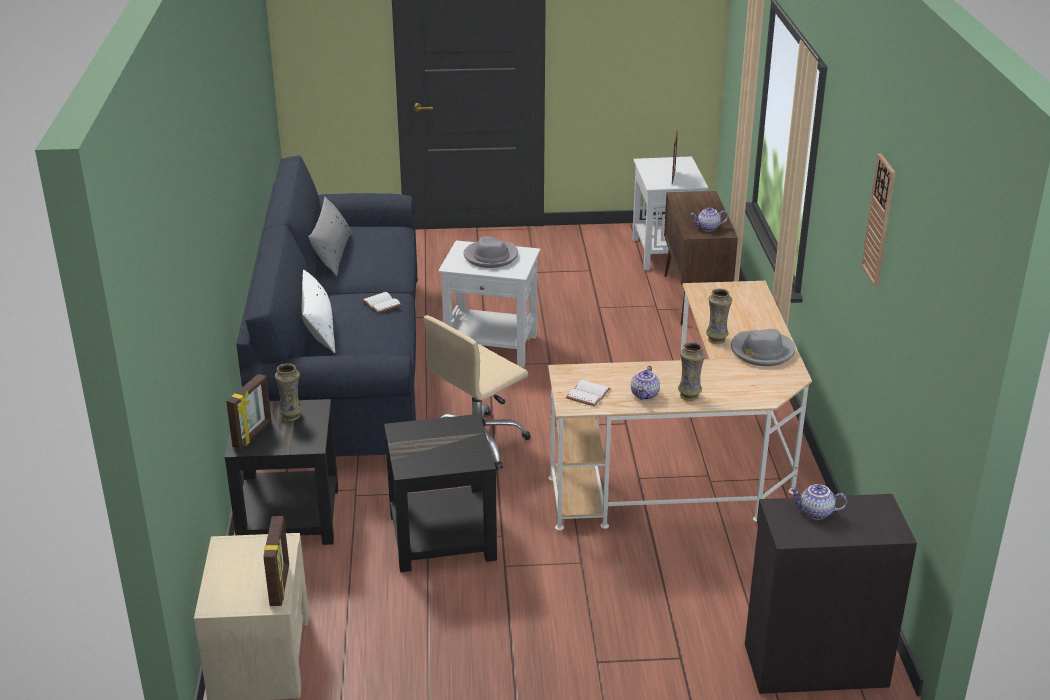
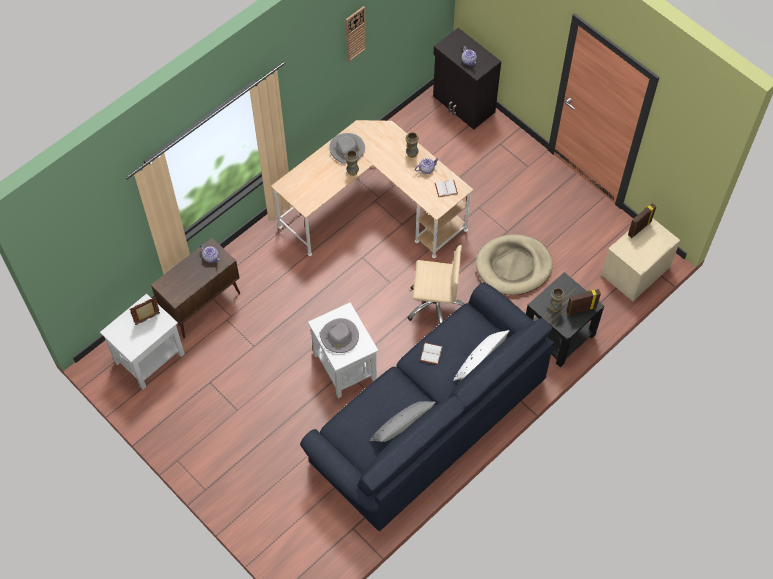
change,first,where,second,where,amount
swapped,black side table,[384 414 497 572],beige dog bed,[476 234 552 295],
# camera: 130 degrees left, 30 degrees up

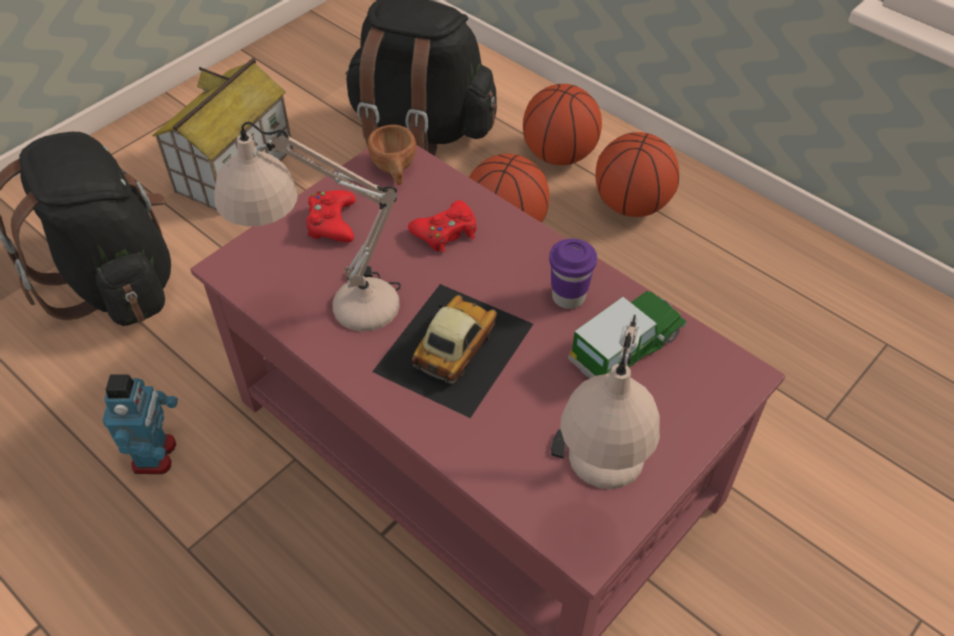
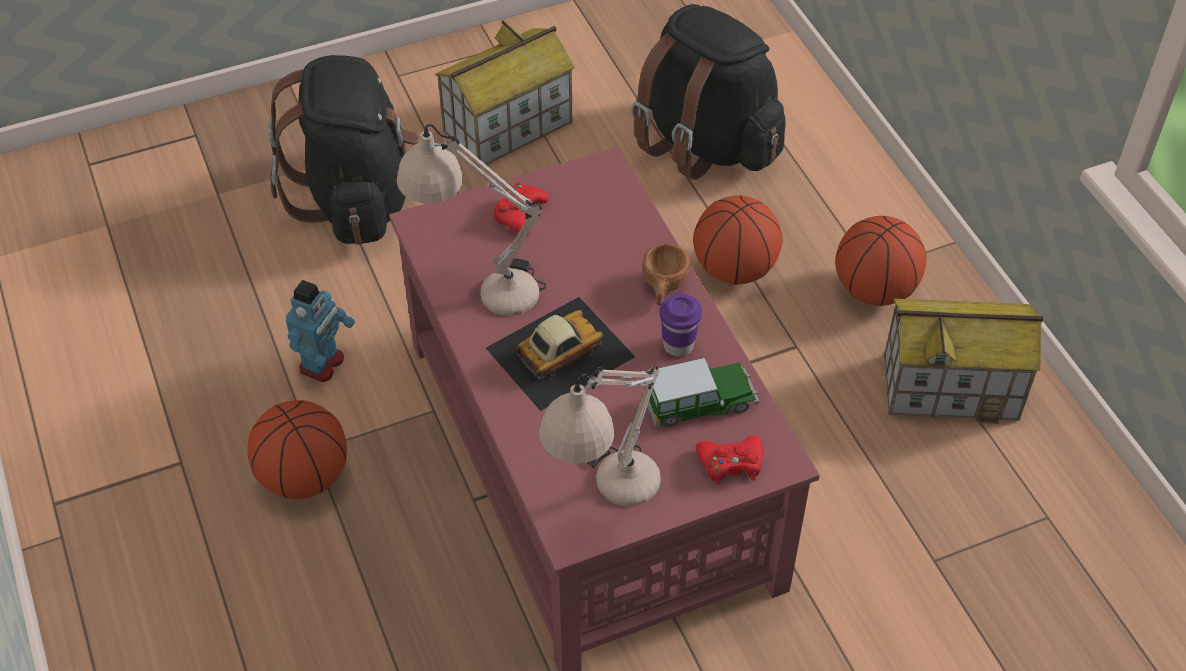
change,first,where,second,where,amount
new,,,toy house,[884 299 1043 424],
shifted,brown cup,[368 125 416 185],,[642 244 690 305],
shifted,red game controller,[408 200 476 253],,[696 436 763 485],
shifted,basketball,[523 84 602 165],,[247 400 347 499],
# camera: 25 degrees right, 0 degrees up

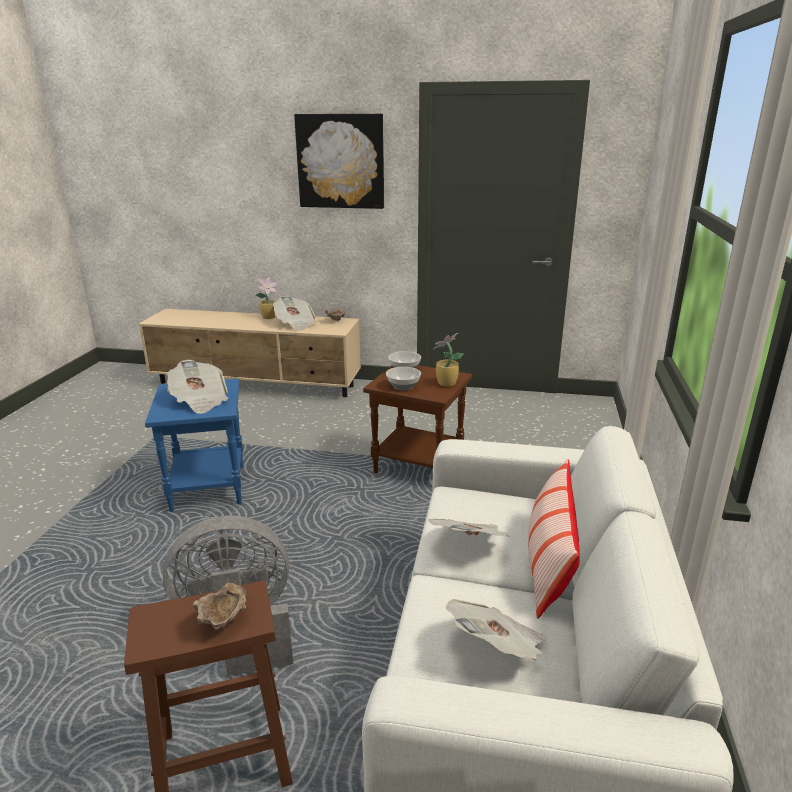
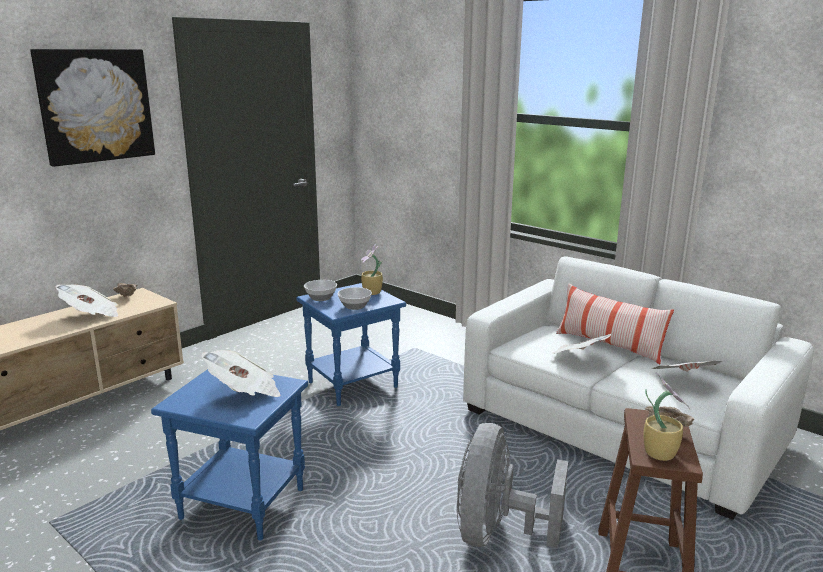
change,first,where,second,where,amount
shifted,potted plant,[256 277 277 319],,[643 372 690 461],
repainted,brown side table,[363 365 472 474],blue side table,[296 283 406 406],
# camera: 60 degrees left, 5 degrees down

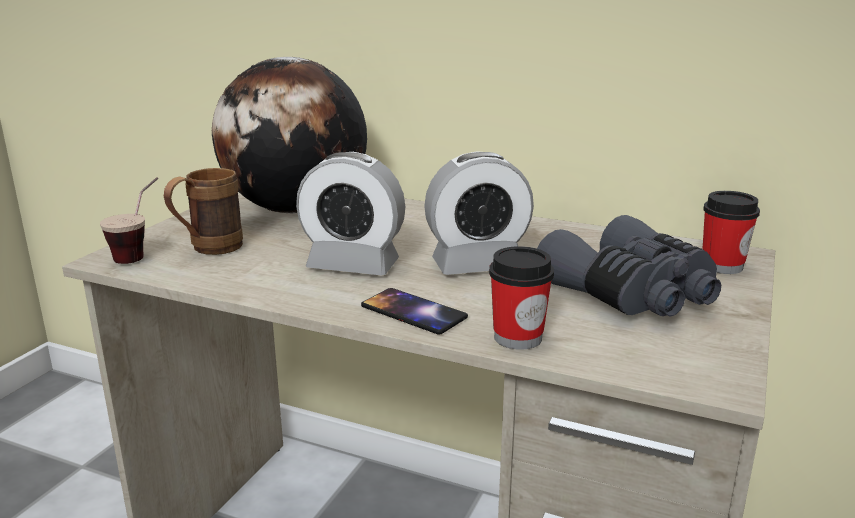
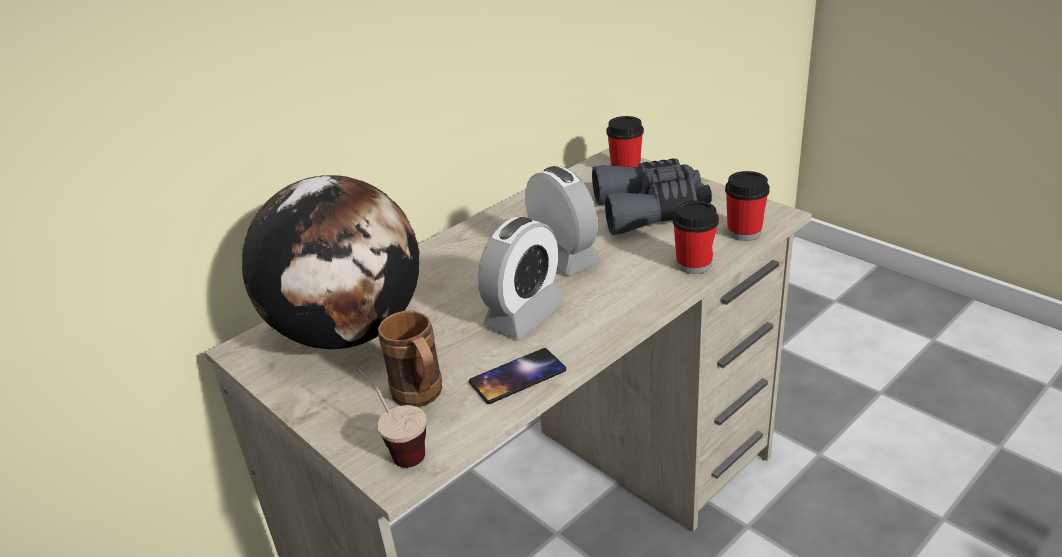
change,first,where,second,where,amount
new,,,cup,[725 171 770 241],
shifted,phone,[361 288 468 334],,[469 348 566 404],
rotated,alarm clock,[424 151 534 275],,[525 166 600 275],45 degrees counterclockwise
# camera: 65 degrees left, 10 degrees up

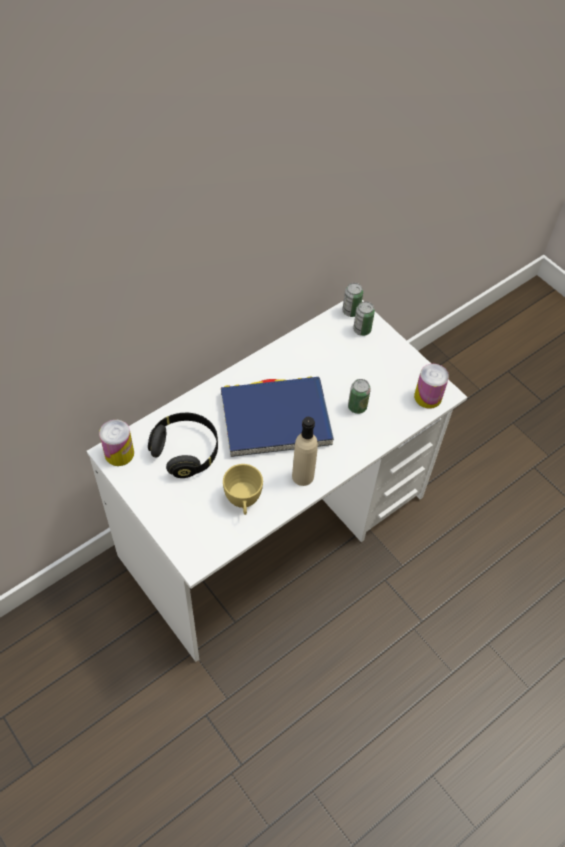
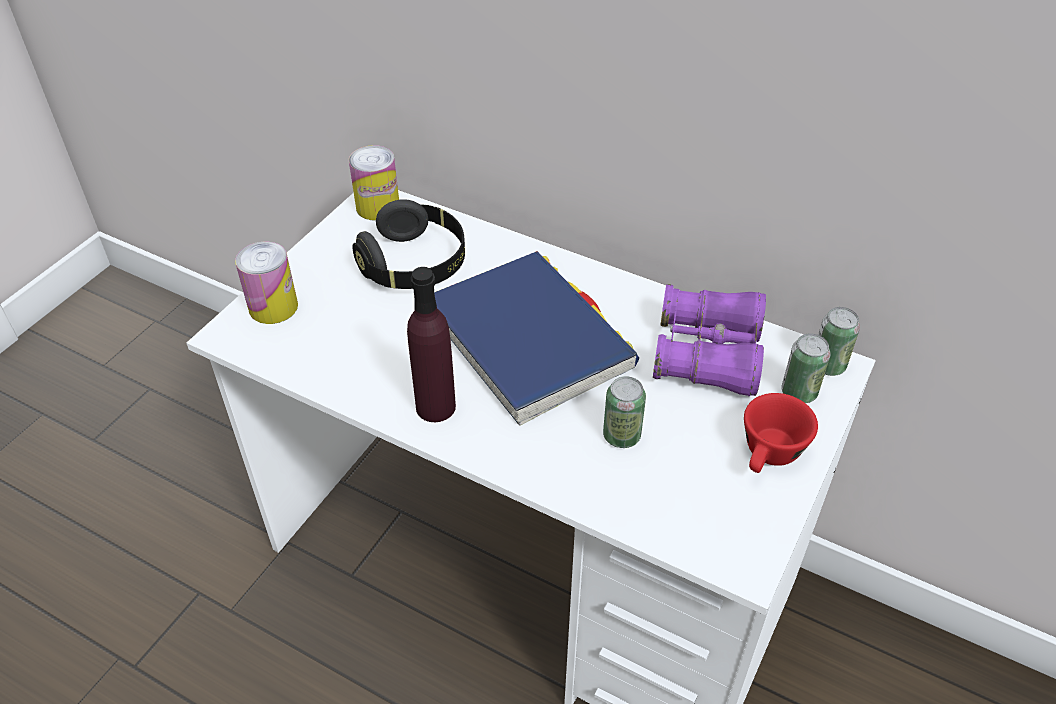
change,first,where,second,where,amount
gone,yellow cup,[223 464 263 515],,,
new,,,purple binoculars,[653 284 766 396],
new,,,red cup,[744 393 818 473],
shifted,can,[414 364 449 409],,[235 242 298 324],
repainted,beige bottle,[292 417 318 486],purple bottle,[407 267 456 422],
# camera: 70 degrees right, 10 degrees down

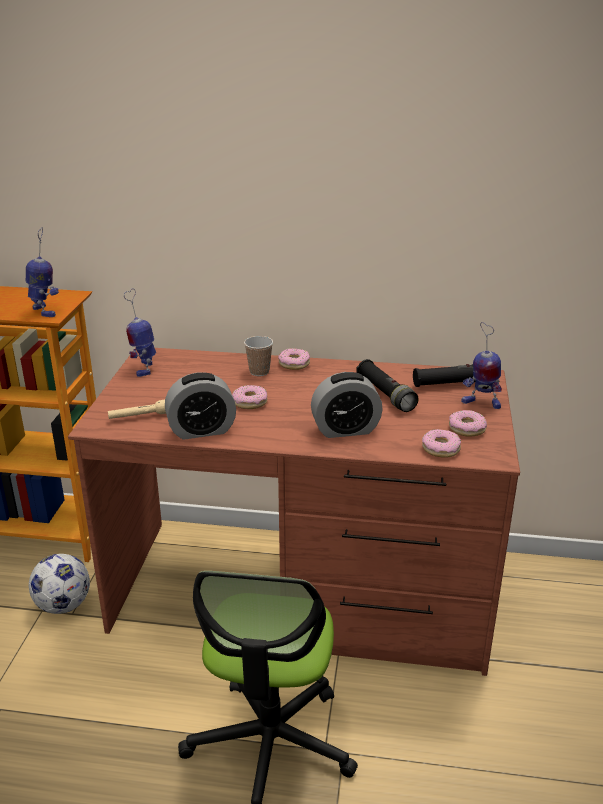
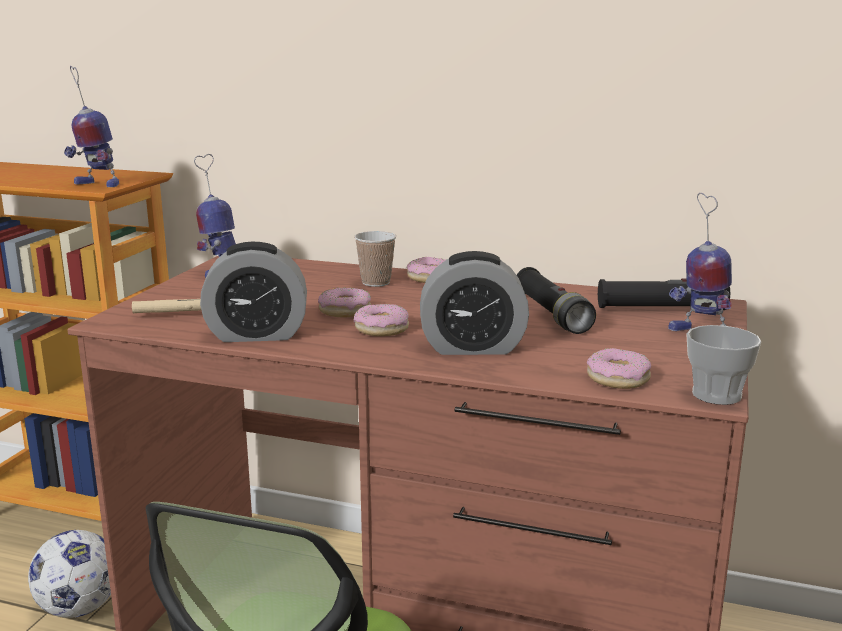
change,first,where,second,where,amount
new,,,cup,[686 325 761 405],
shifted,donut,[449 410 487 437],,[354 304 409 336],
rotated,toy robot,[26 227 59 317],,[64 66 119 187],135 degrees clockwise
# camera: 10 degrees right, 10 degrees down

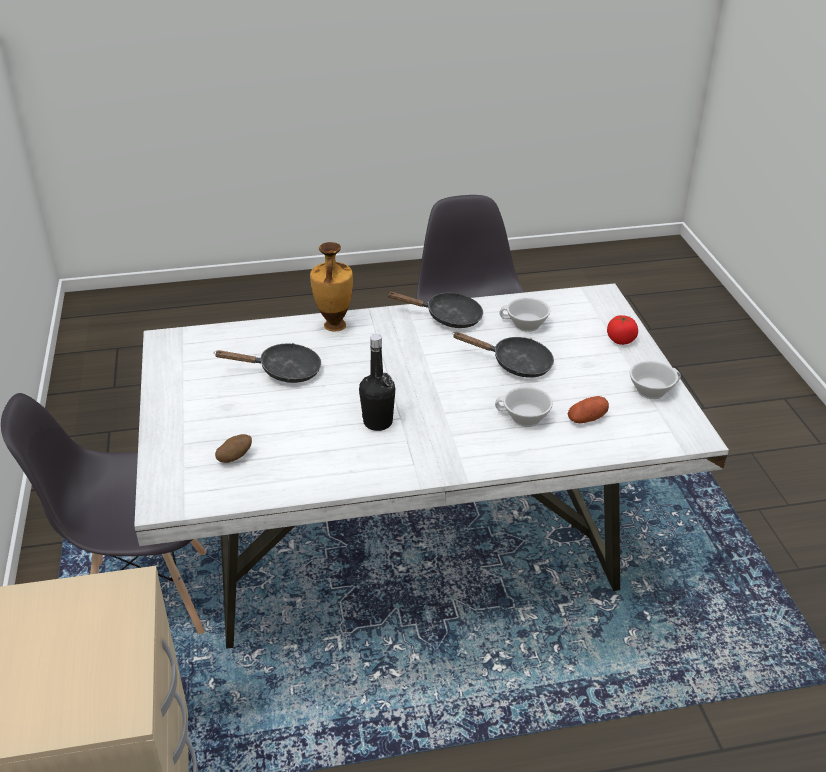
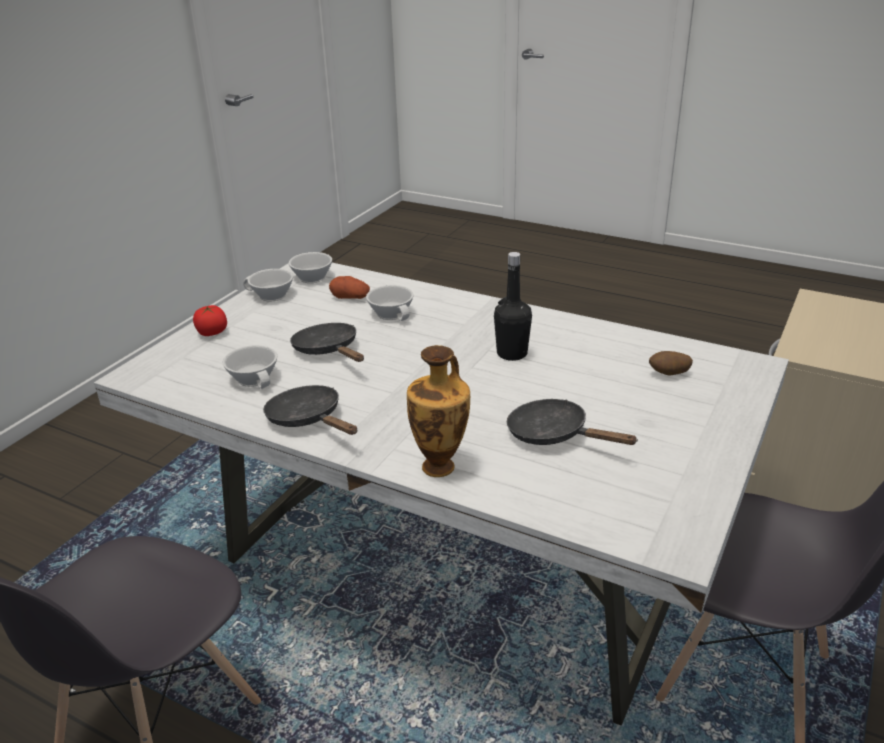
change,first,where,second,where,amount
new,,,white cup,[289 252 332 283],
# camera: 140 degrees left, 5 degrees down

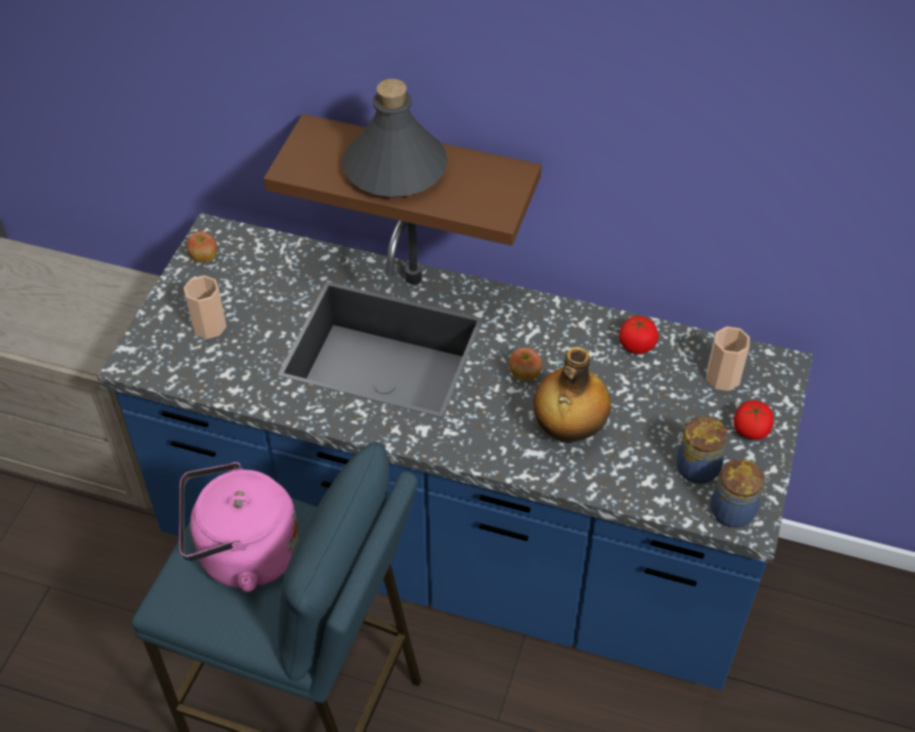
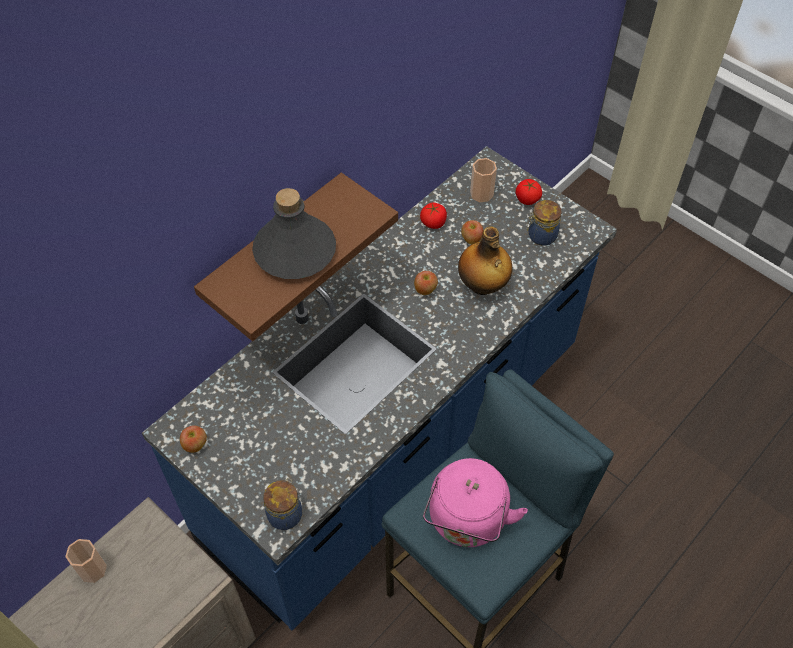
change,first,where,second,where,amount
new,,,apple,[461 220 484 245],
shifted,cup,[184 275 227 339],,[65 539 107 583],
shifted,jar,[711 459 770 528],,[264 478 302 530],
# camera: 65 degrees left, 5 degrees up

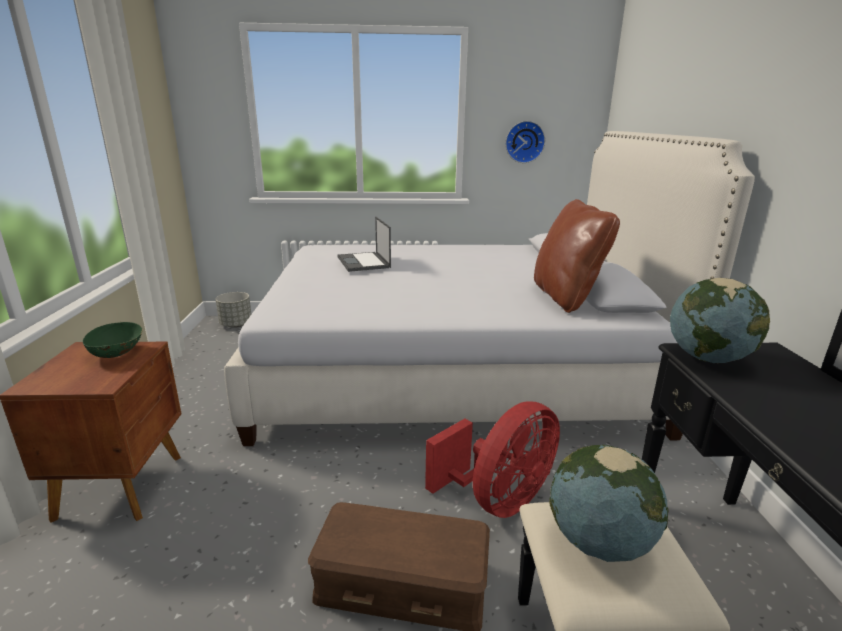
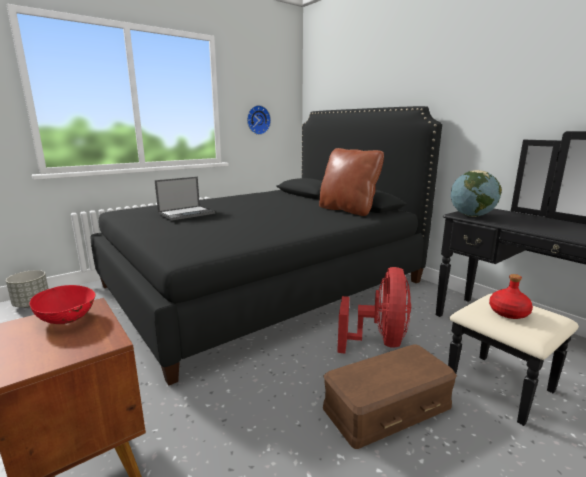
change,first,where,second,where,amount
swapped,globe,[549 445 669 562],red bottle,[489 274 533 319],
repainted,green bowl,[83 322 143 358],red bowl,[29 285 96 324],
repainted,white bed,[224 131 755 446],black bed,[91 106 442 386],
rotated,laptop,[338 217 391 272],,[155 177 215 220],75 degrees counterclockwise
# camera: 35 degrees left, 5 degrees down

